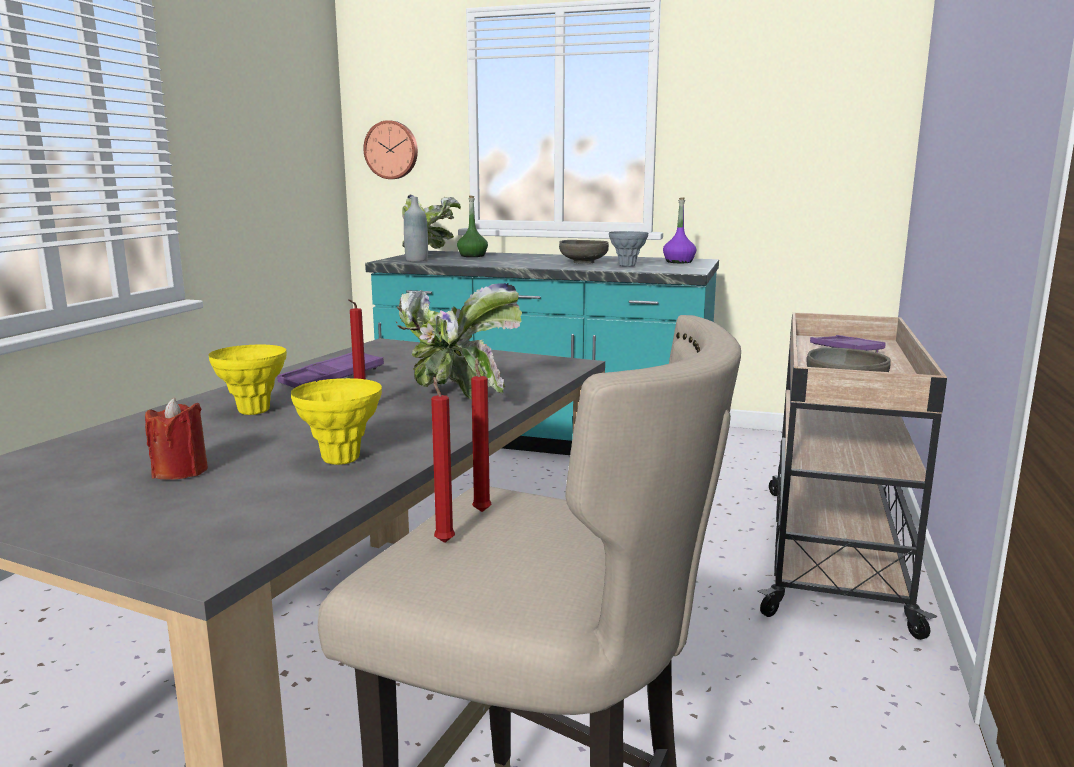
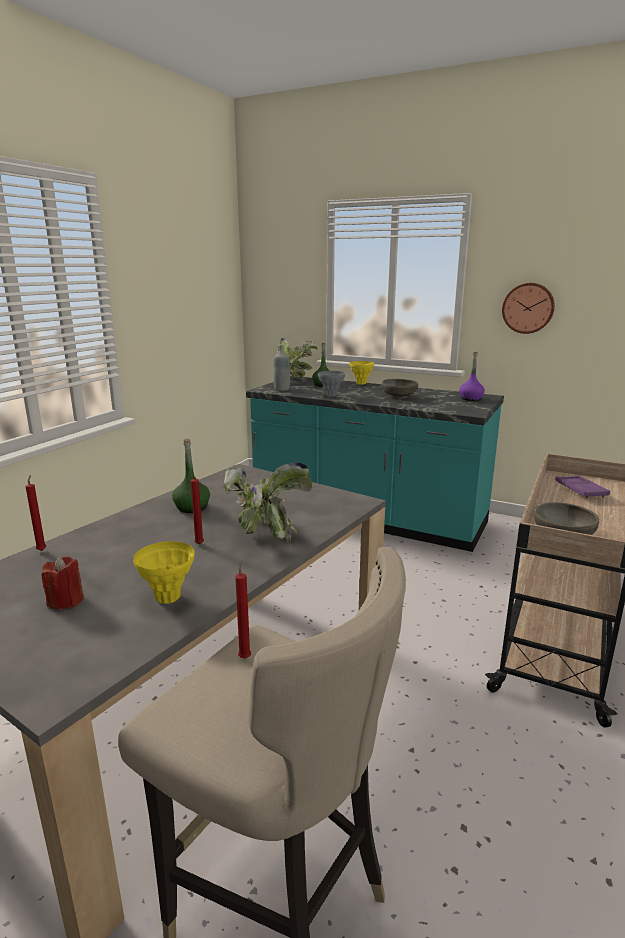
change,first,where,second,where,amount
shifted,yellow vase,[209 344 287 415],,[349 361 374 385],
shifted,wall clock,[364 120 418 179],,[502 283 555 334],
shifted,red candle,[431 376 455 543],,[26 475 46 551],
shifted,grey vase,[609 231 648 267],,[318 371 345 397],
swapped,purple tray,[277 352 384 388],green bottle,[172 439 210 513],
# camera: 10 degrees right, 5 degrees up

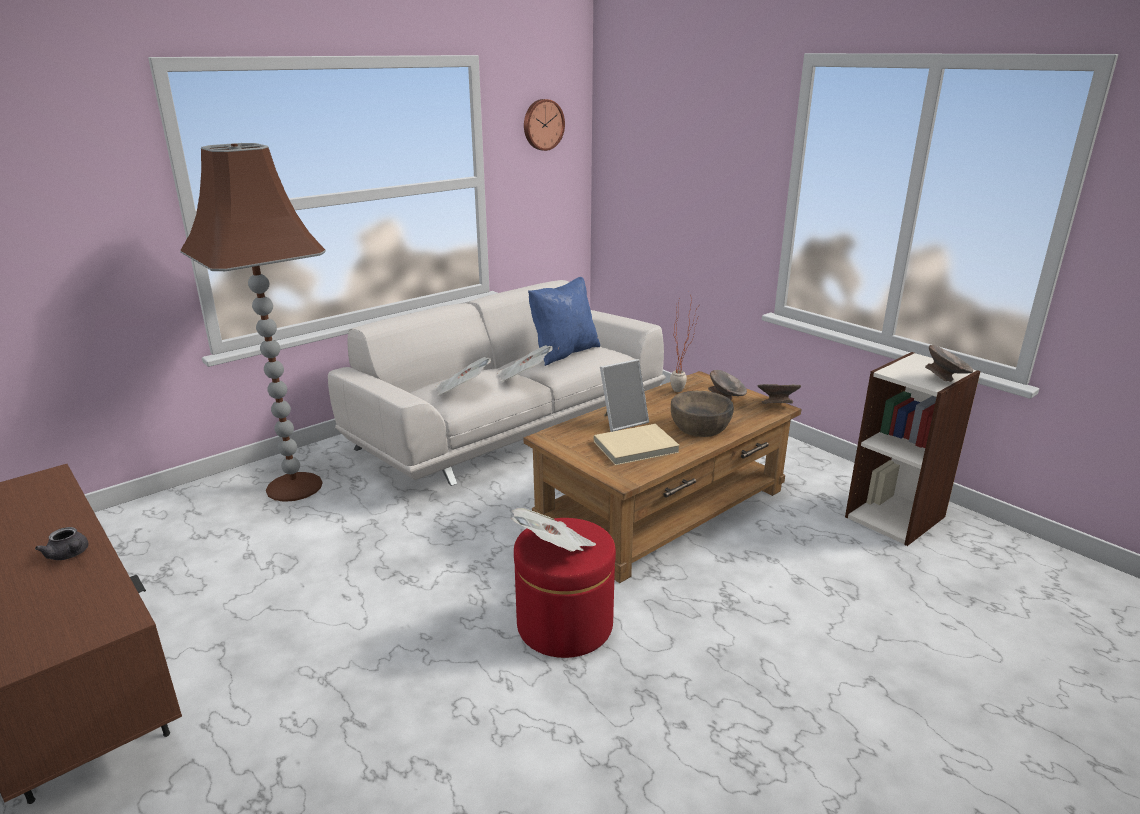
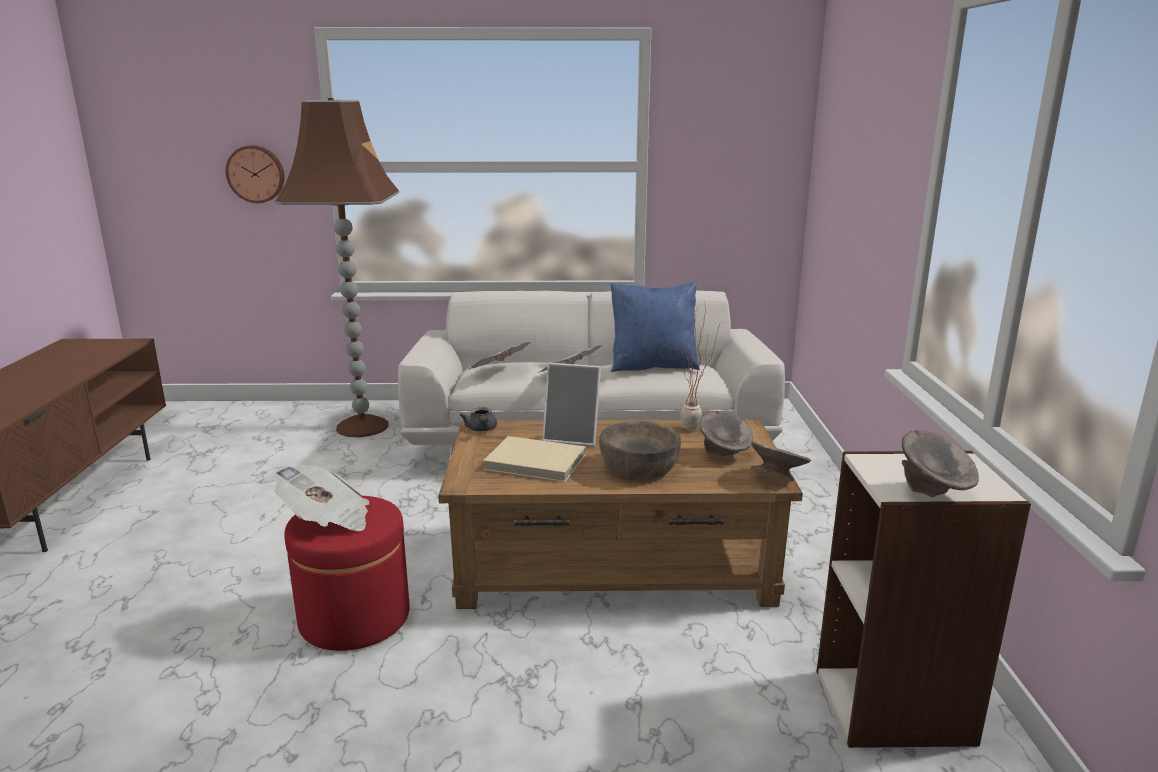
change,first,where,second,where,amount
shifted,grey teapot,[35 527 89 560],,[460 407 497 431],
shifted,wall clock,[524 99 565 151],,[225 145 284 203],
# camera: 40 degrees right, 5 degrees down

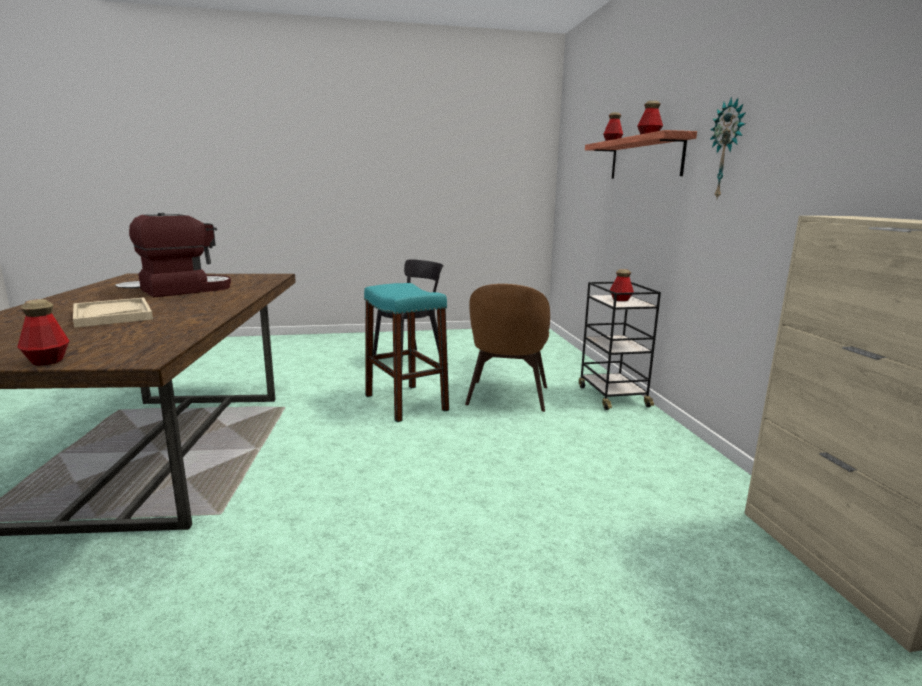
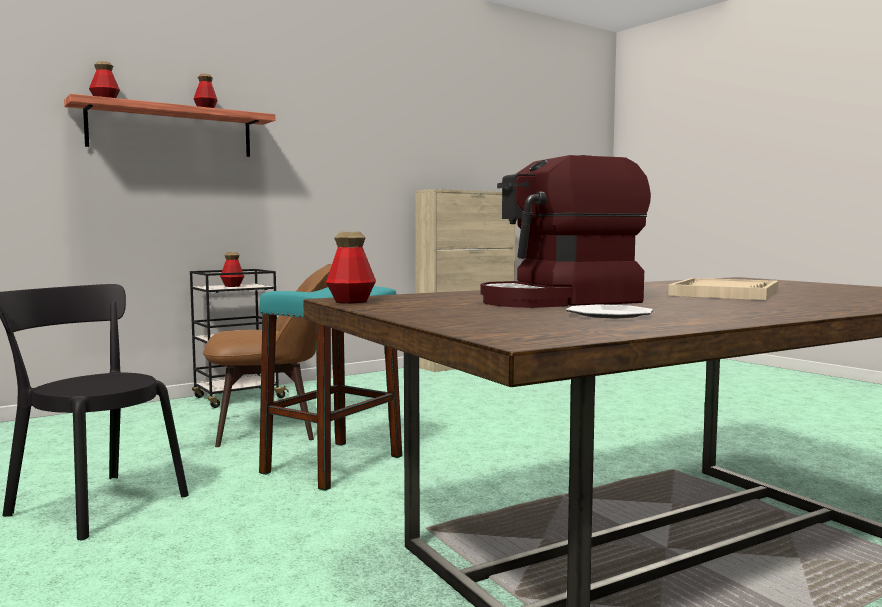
change,first,where,second,where,amount
gone,wall clock,[710 97 746 198],,,
shifted,bottle,[17 299 69 366],,[326 232 376 304],
rotated,coffee machine,[129 213 231 297],,[480 155 651 308],45 degrees counterclockwise
# camera: 115 degrees left, 10 degrees down

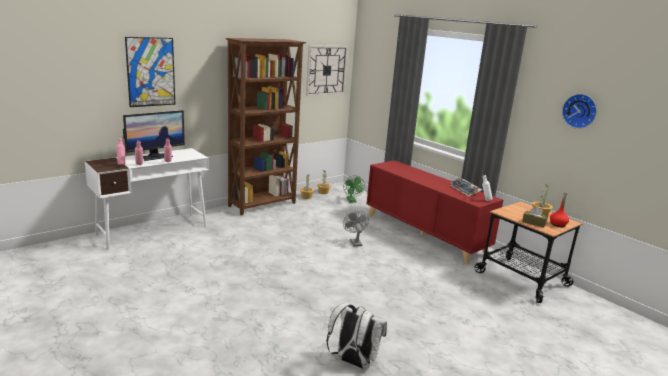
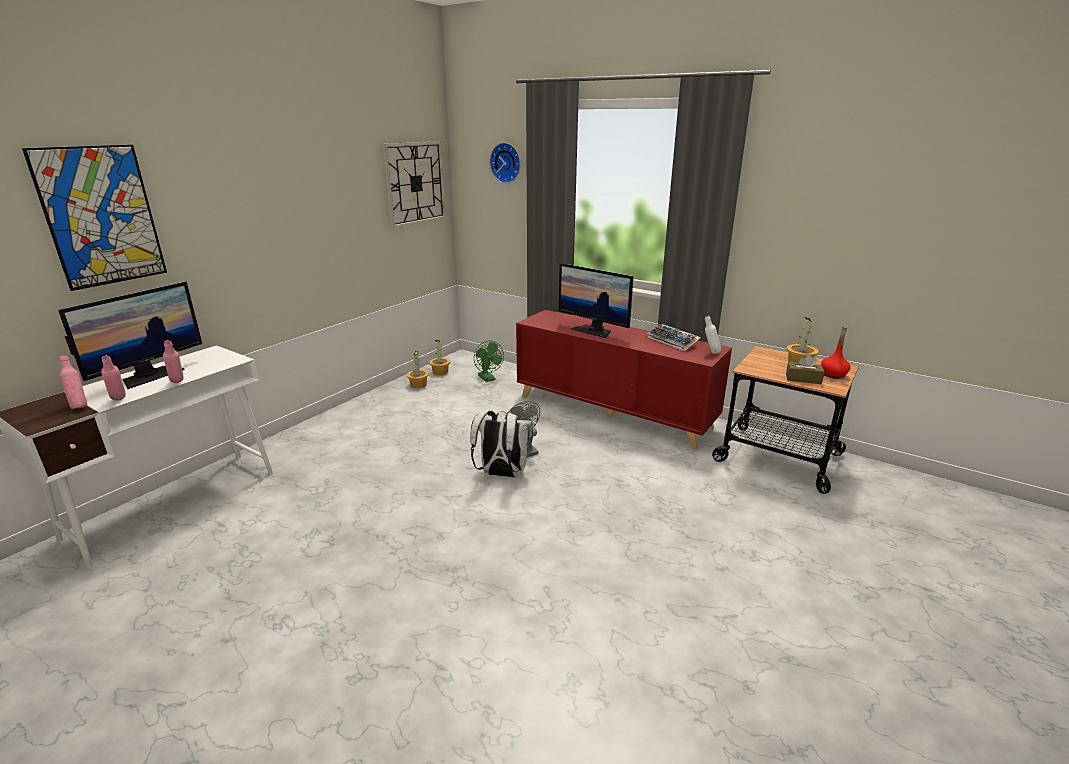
change,first,where,second,where,amount
gone,brown bookcase,[225 38 306 215],,,
new,,,monitor,[559 263 633 338],
shifted,white backpack,[326 303 387 369],,[470 410 533 478],
shifted,wall clock,[562 94 597 129],,[490 142 521 183],
# camera: 15 degrees left, 5 degrees up

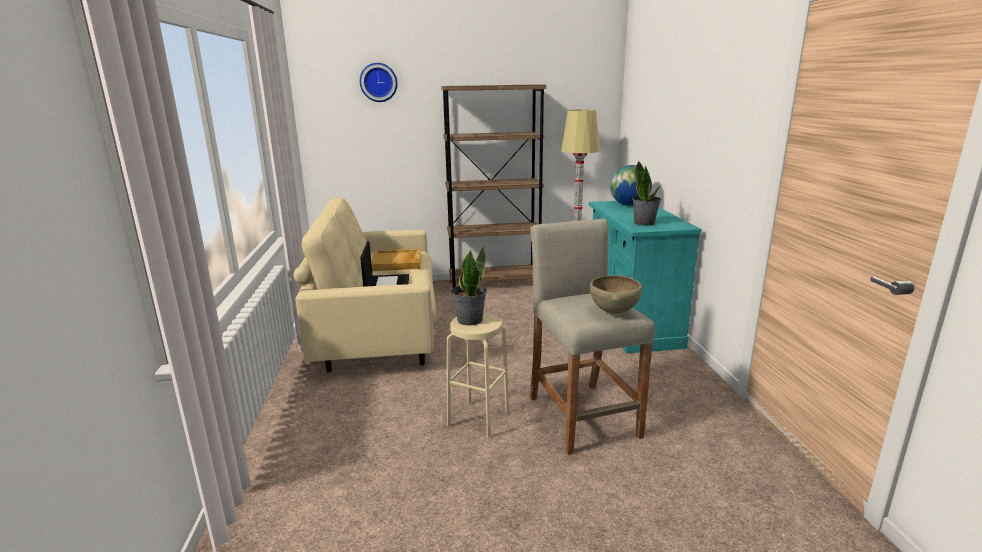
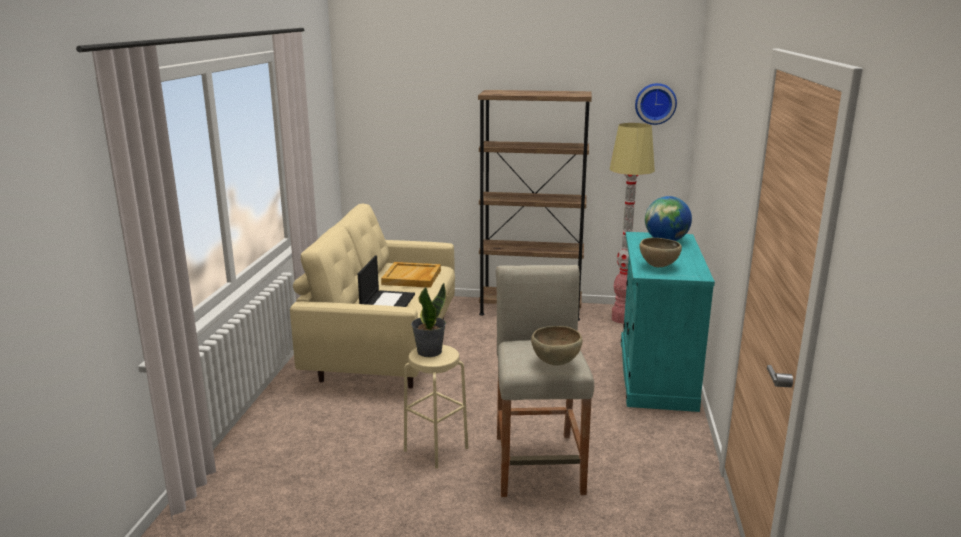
change,first,where,second,where,amount
shifted,wall clock,[360 63 398 102],,[635 83 677 125],
swapped,potted plant,[632 161 661 226],brown bowl,[639 238 682 267],
# camera: 15 degrees right, 0 degrees up

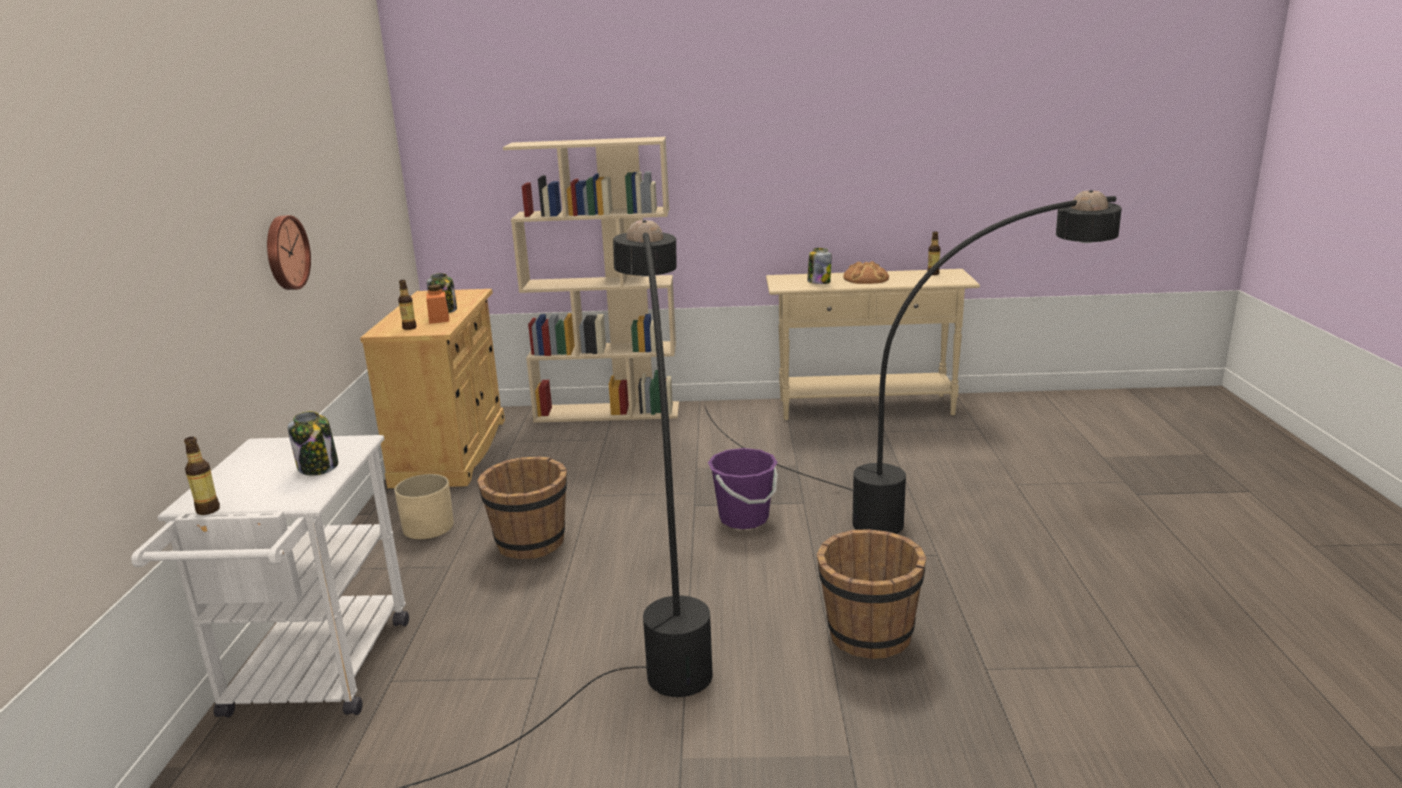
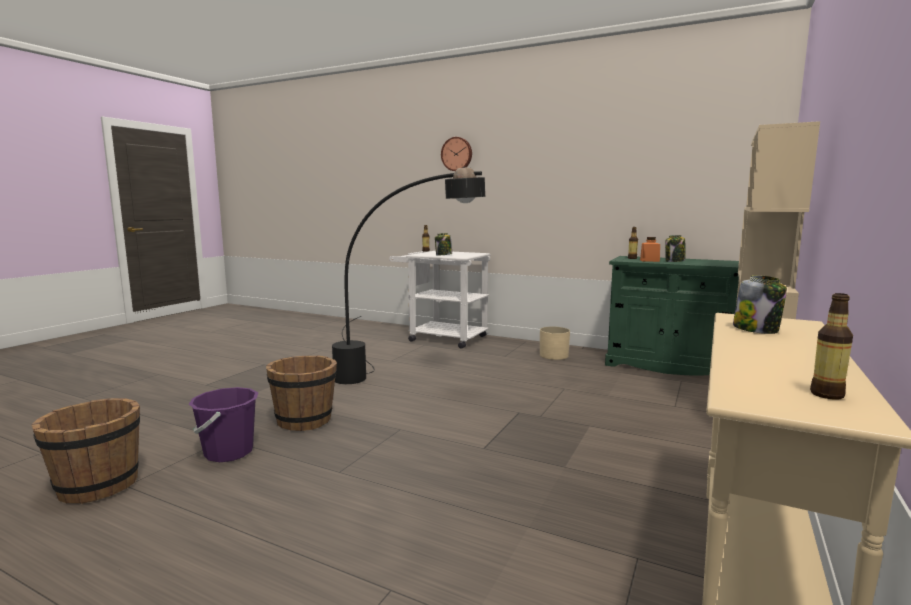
change,first,where,second,where,amount
gone,black floor lamp,[704 190 1122 534],,,
gone,bread,[843 261 889 284],,,
shifted,wall clock,[267 215 311 290],,[441 137 472 171],
shifted,brown bucket,[477 456 567 559],,[31 398 140 504],
shifted,purple bucket,[708 448 778 529],,[189 387 258 462],
repainted,beige cabinet,[360 289 505 488],green cabinet,[605 256 739 376],
# camera: 115 degrees right, 10 degrees down

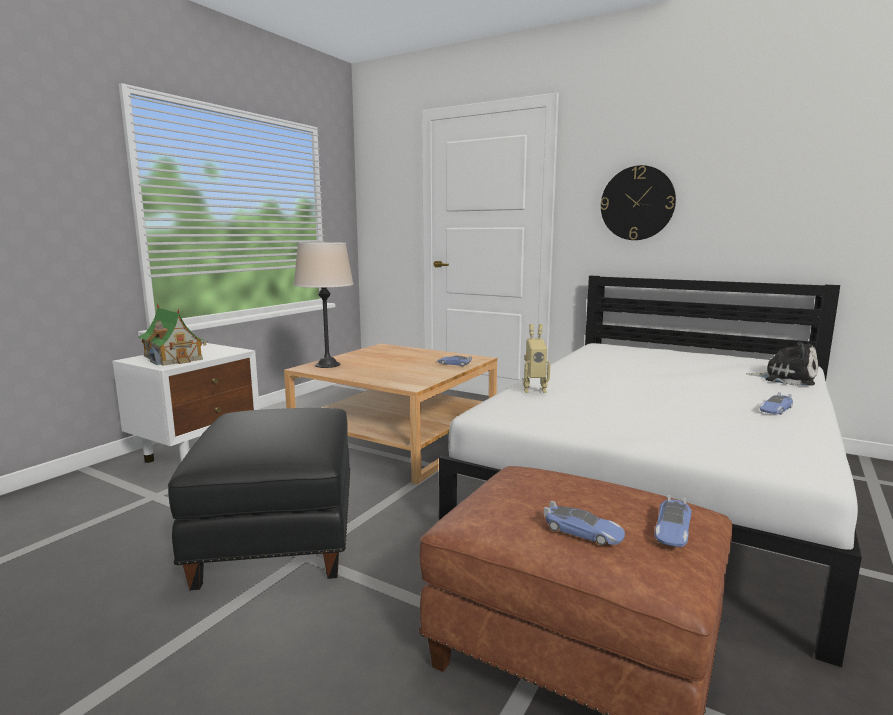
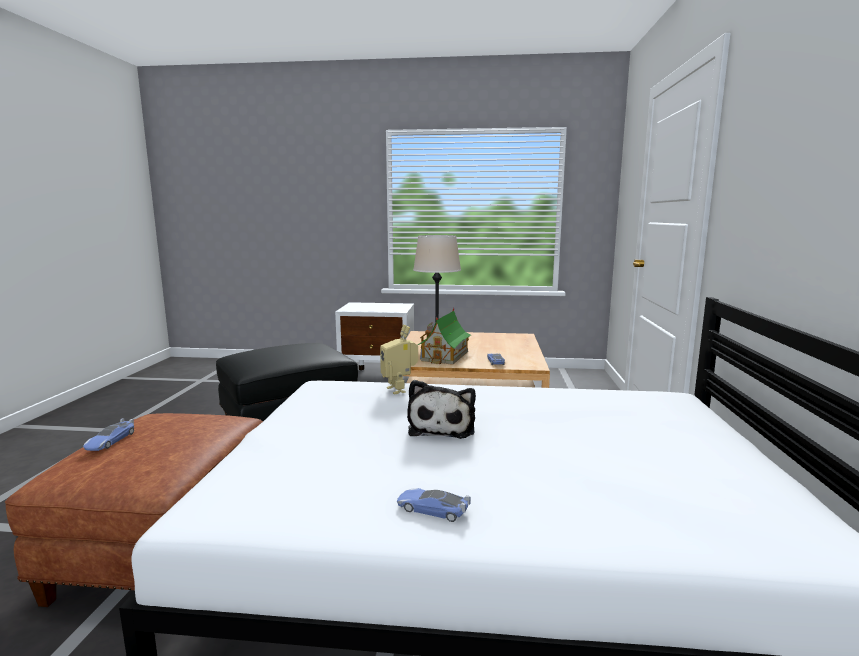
change,first,where,second,where,amount
gone,wall clock,[601 165 676 240],,,
gone,toy car,[655 495 692 547],,,
shifted,toy house,[138 303 208 366],,[418 308 471 365],
shifted,plush toy,[746 341 818 386],,[407 380 476 439],
# camera: 65 degrees right, 0 degrees up

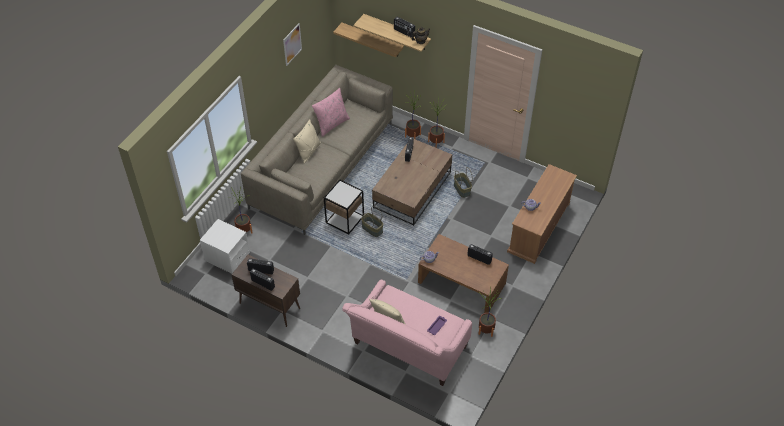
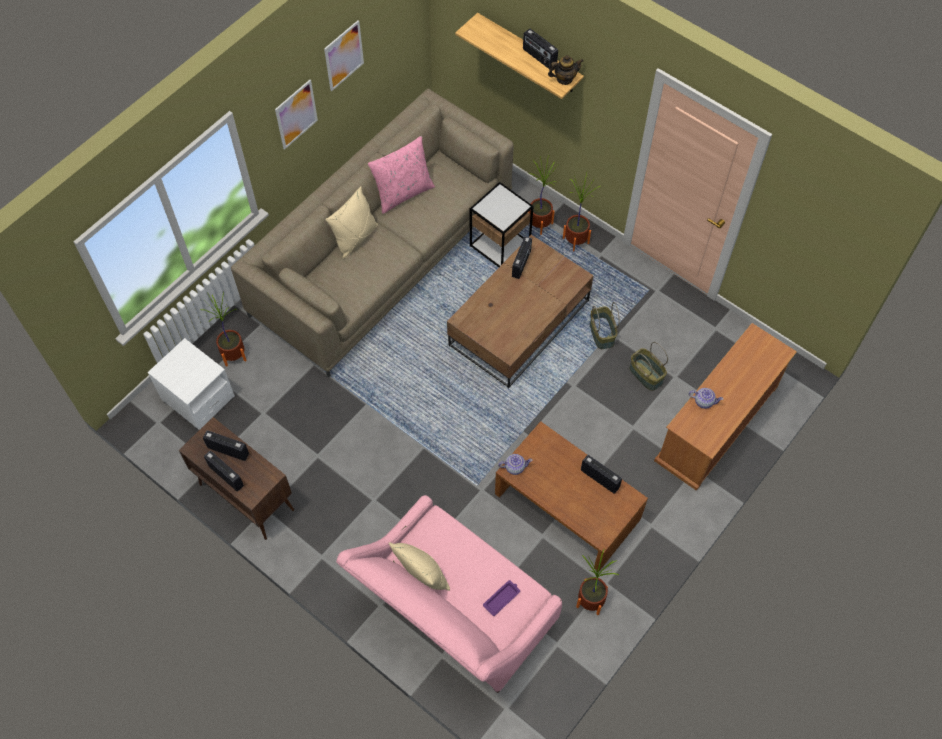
change,first,where,second,where,amount
gone,shelf,[333 23 404 57],,,
new,,,picture,[275 80 318 149],
shifted,side table,[324 180 364 235],,[470 182 534 267],
shifted,basket,[361 206 383 237],,[629 342 668 391],
# camera: 10 degrees right, 10 degrees up

